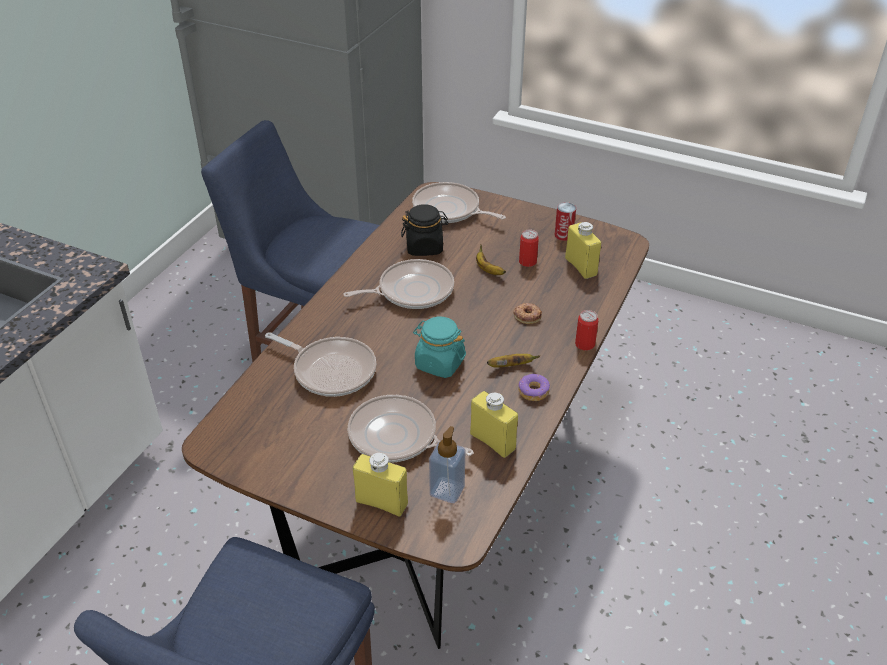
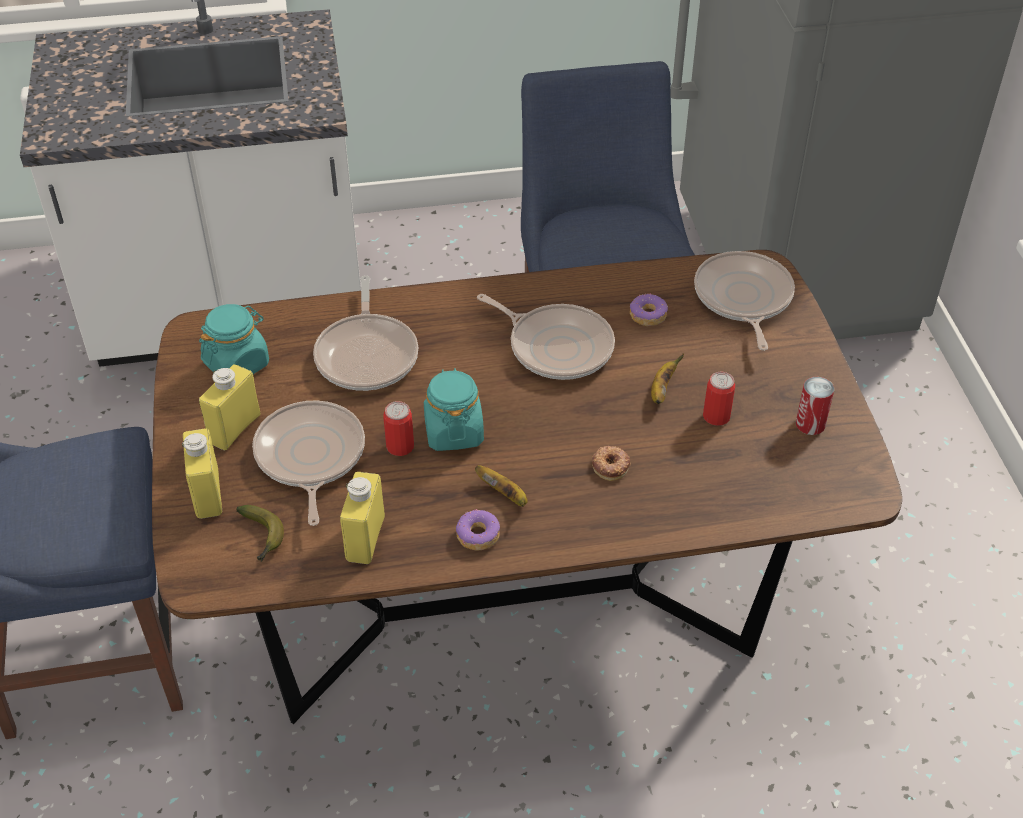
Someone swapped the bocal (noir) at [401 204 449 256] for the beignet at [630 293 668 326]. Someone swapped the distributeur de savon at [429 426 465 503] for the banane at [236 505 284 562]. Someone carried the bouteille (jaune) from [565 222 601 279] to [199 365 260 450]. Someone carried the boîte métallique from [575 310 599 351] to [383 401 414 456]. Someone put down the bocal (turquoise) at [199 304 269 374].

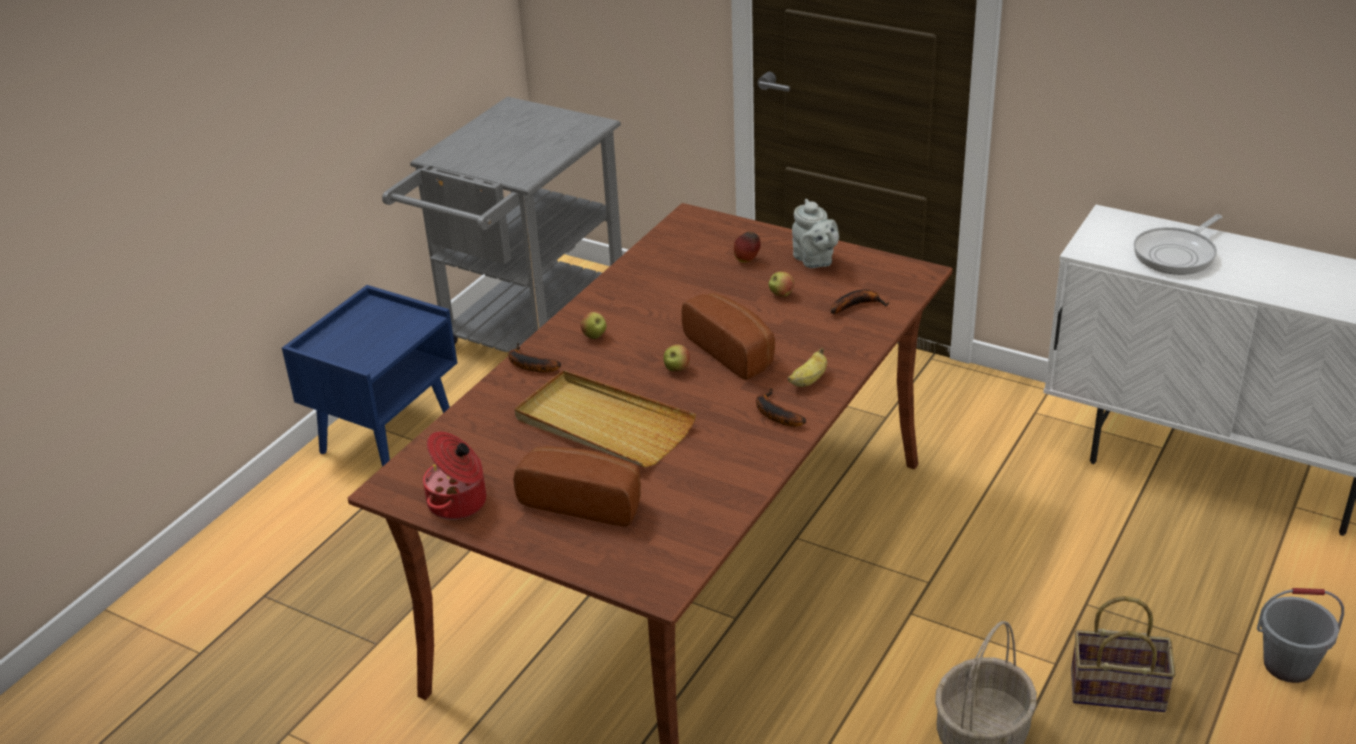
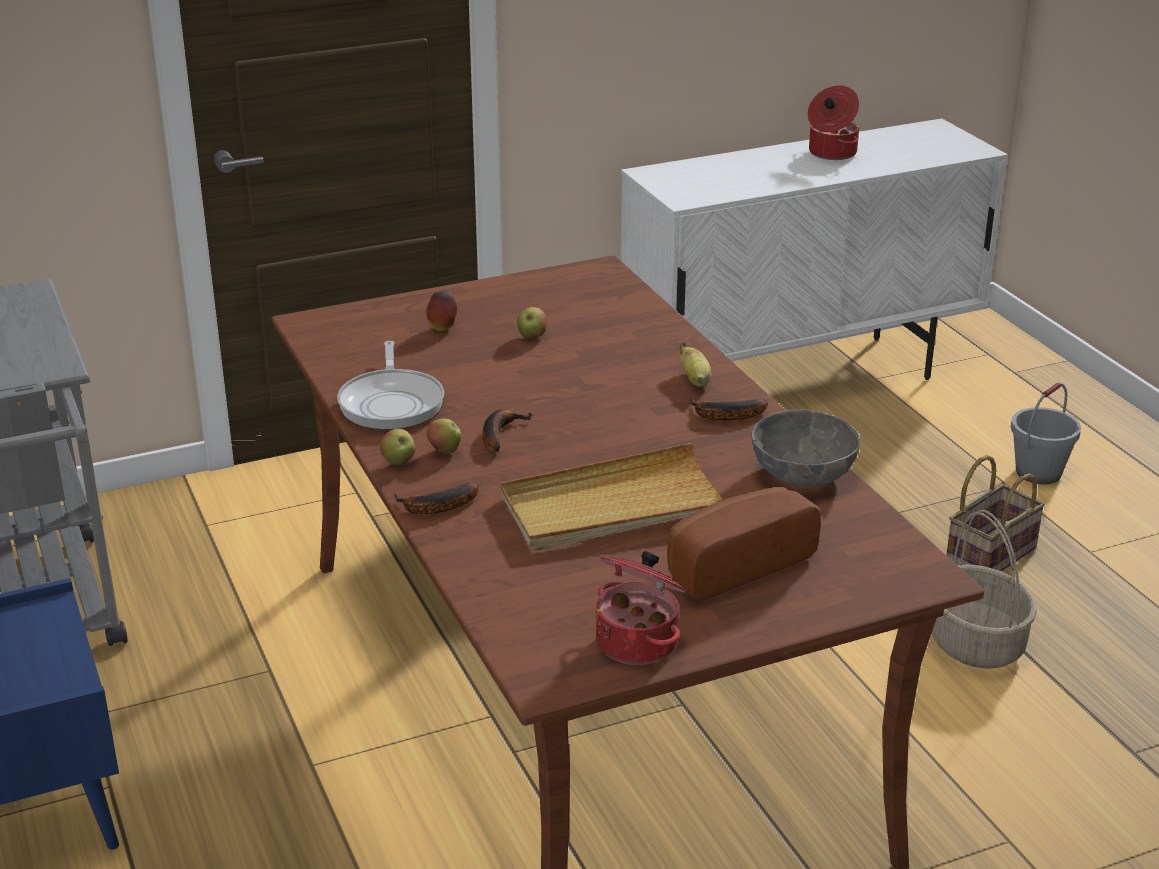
Someone carried the pomme from [663 344 690 372] to [380 429 415 466]. Someone took away the pain at [682 293 775 380]. Someone took away the théière (gris) at [792 199 839 268]. Someone carried the banane from [830 290 889 314] to [482 409 533 452]. Someone carried the poêle from [1133 214 1223 275] to [337 341 444 430]. Someone put down the bol (gris) at [751 410 860 487]. Someone put down the marmite at [808 85 859 160].

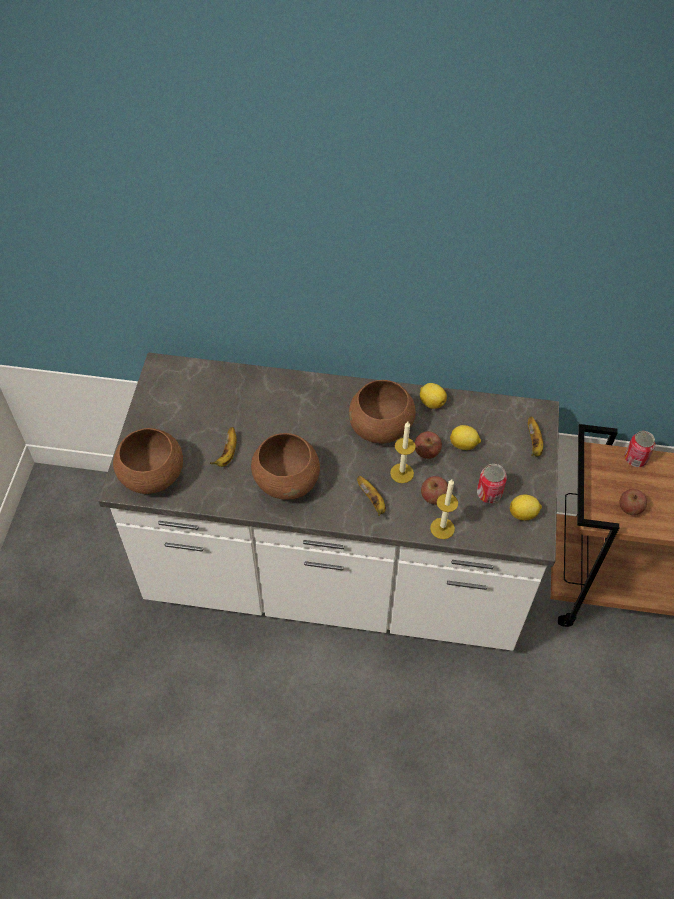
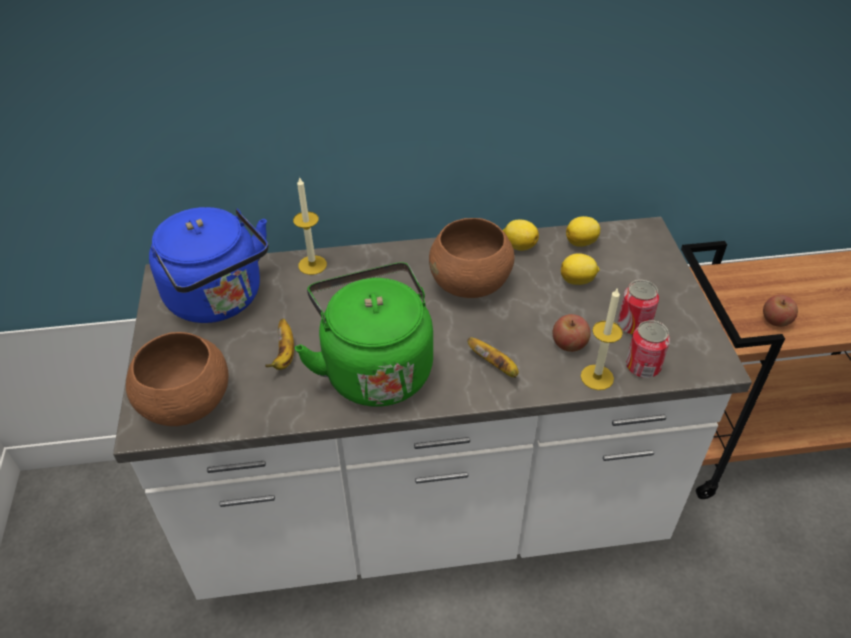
Someone swapped the bol (marron) at [251 433 320 500] for the bouilloire (vert) at [295 262 433 407]. Someone carried the bougie from [390 422 416 483] to [293 176 327 275]. Someone took away the pomme at [415 431 442 459]. Someone carried the citron from [510 495 542 520] to [566 216 601 247]. Someone took away the banane at [528 417 543 456]. Someone carried the boîte métallique from [625 431 655 467] to [626 320 670 378]. Someone put down the bouilloire (bleu) at [149 207 268 323].

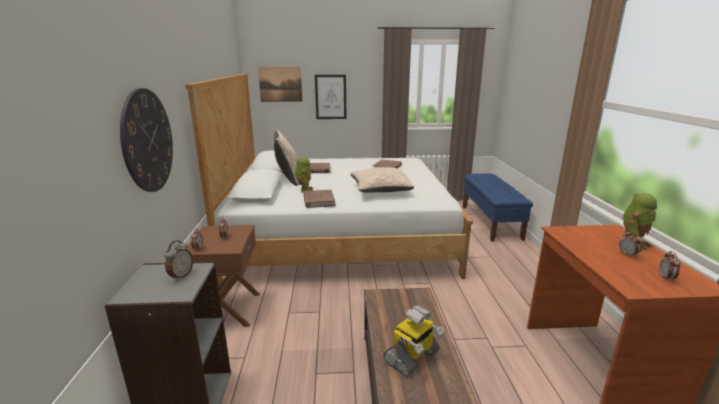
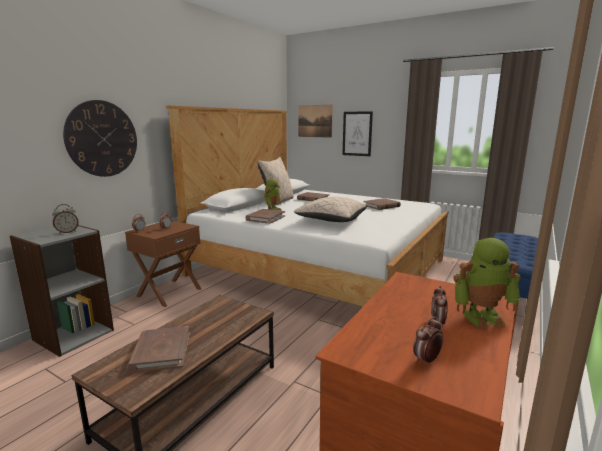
Someone swapped the robot jouet at [384 305 445 377] for the livre (marron) at [127 326 190 373].

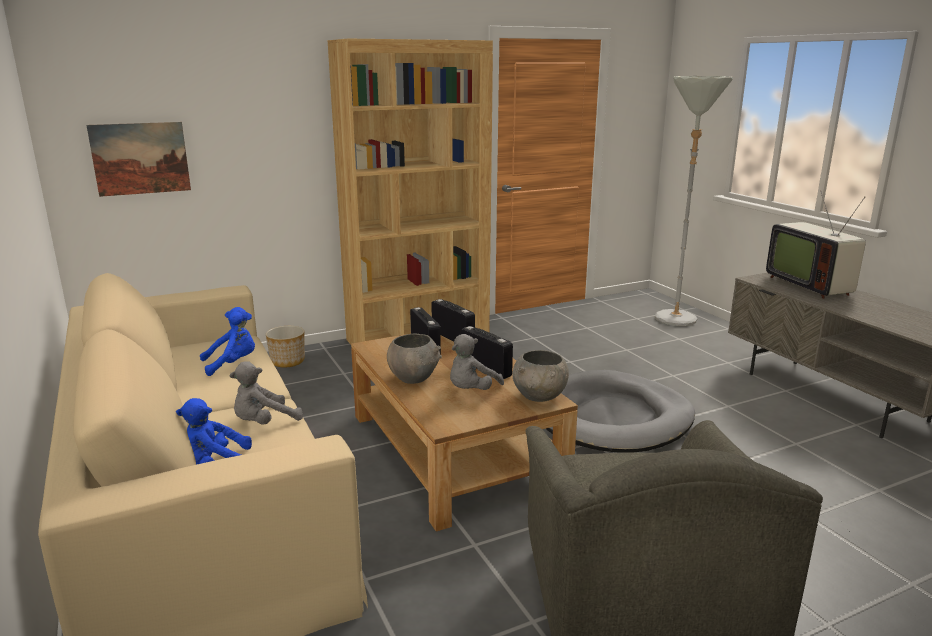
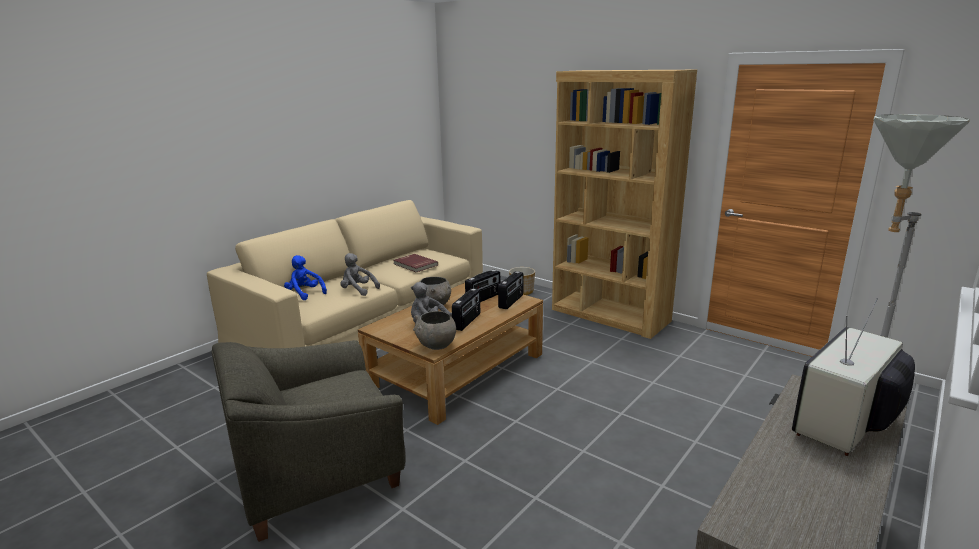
Someone took away the tableau at [86 122 191 197]. Someone swapped the peluche (bleu) at [200 307 255 376] for the livre (rouge) at [394 254 438 272]. Someone took away the panier pour chien (gris) at [546 370 695 453].

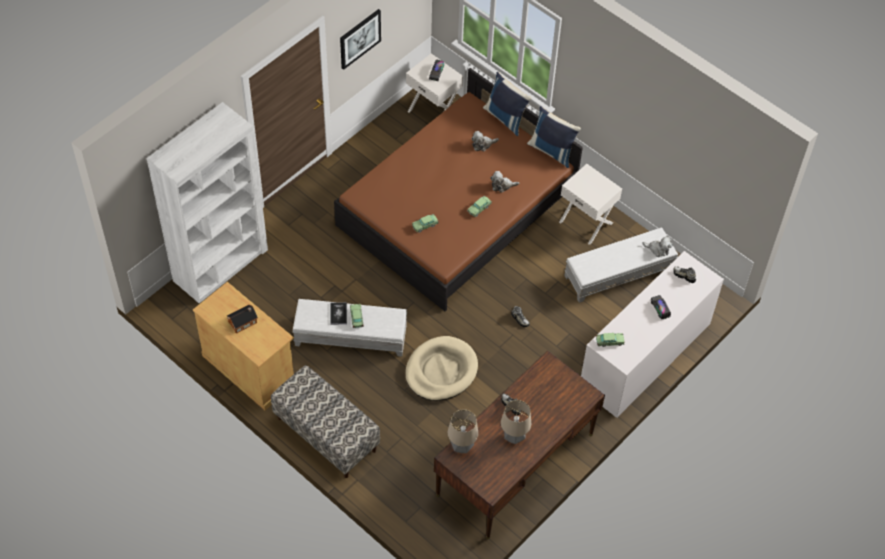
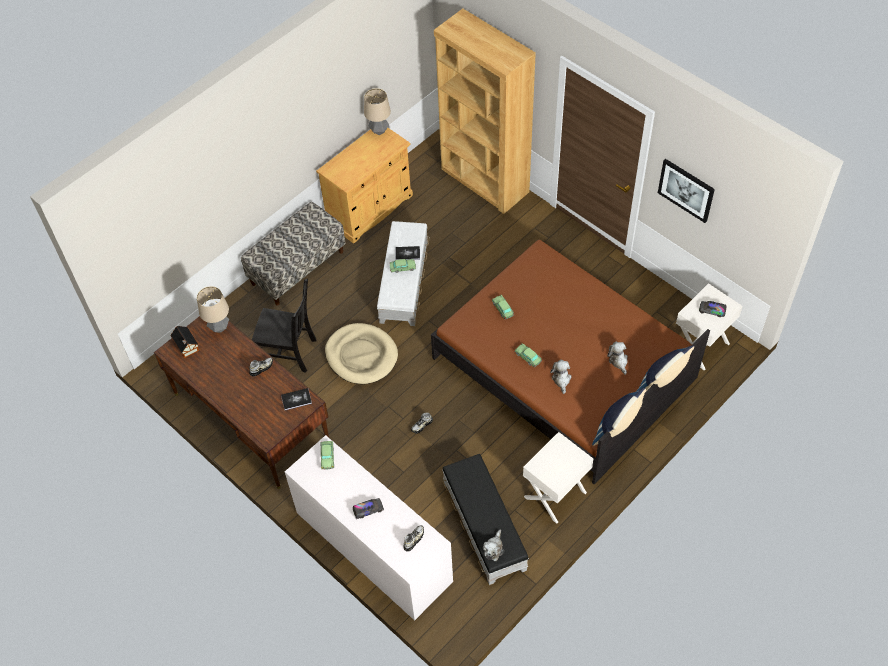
Someone repainted the bibliothèque (blanc) at [146 102 268 303], which became the bibliothèque (marron) at [434 9 536 214]. Someone carried the maison miniature from [227 305 258 334] to [170 326 199 358]. Someone carried the lampe de table from [501 400 531 444] to [364 88 391 135]. Someone repainted the pouf (blanc) at [565 227 678 303], which became the pouf (noir) at [442 454 529 585]. Someone put down the chaise (noir) at [252 279 316 373]. Someone put down the livre at [281 388 312 410].

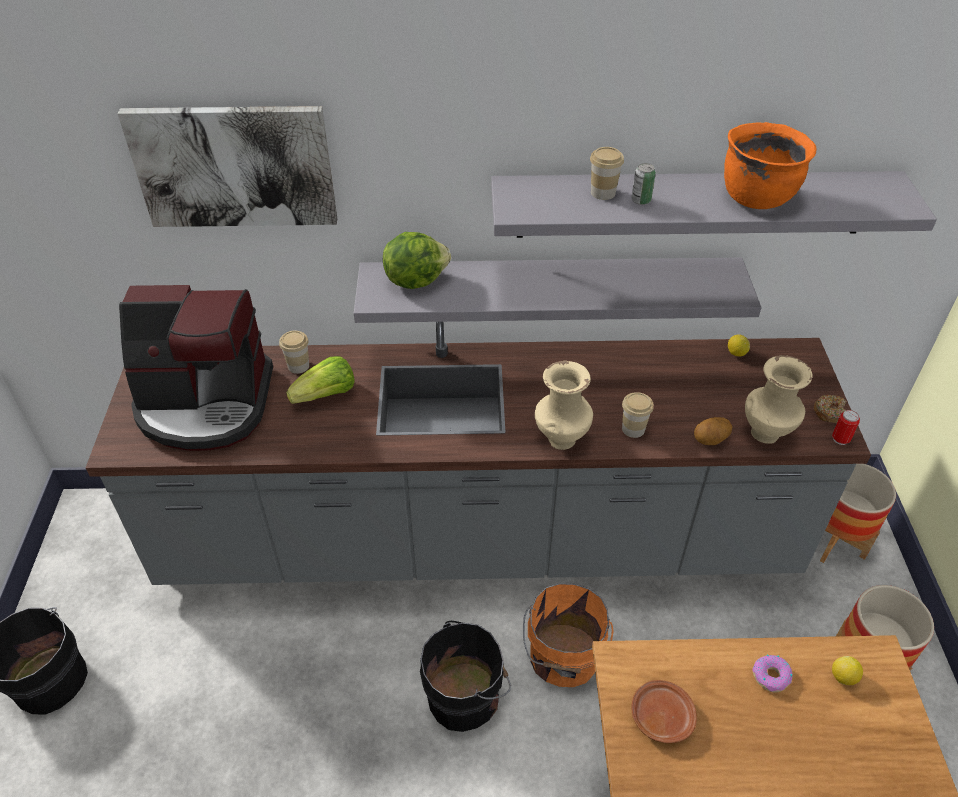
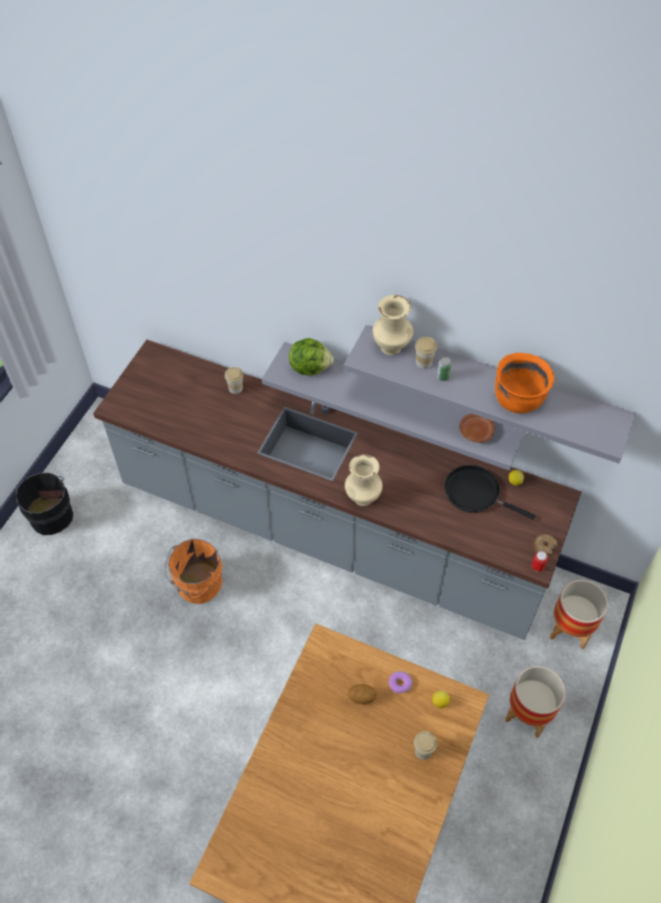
Someone took away the tableau at [118 106 337 227]. Someone took away the machine à café at [119 285 273 451]. Someone took away the laitue at [286 356 355 404]. Someone took away the seau (noir) at [420 621 511 732]. Someone carried the seau (orange) from [523 583 614 687] to [164 538 222 604]. Someone carried the tasse from [622 392 654 438] to [414 731 437 760]. Someone carried the assiette (marron) from [632 680 697 743] to [459 413 495 443]. Someone carried the pomme de terre from [694 417 733 445] to [348 684 377 705]. Someone carried the vase (beige) from [745 355 813 444] to [373 295 413 356]. Someone put down the poêle (noir) at [444 465 536 520].

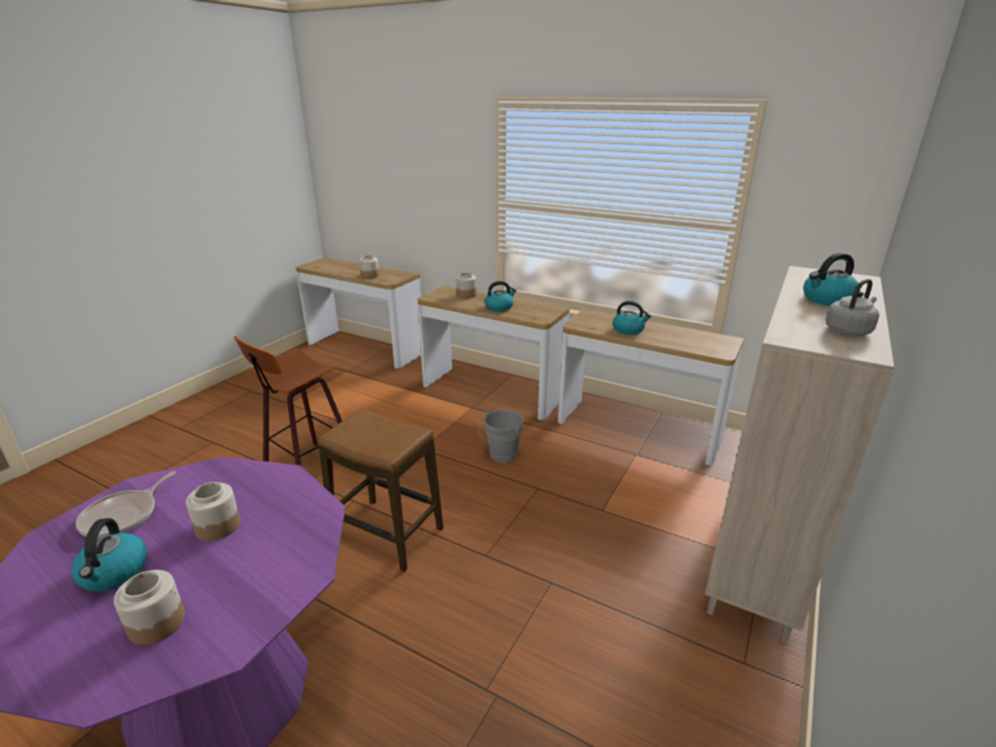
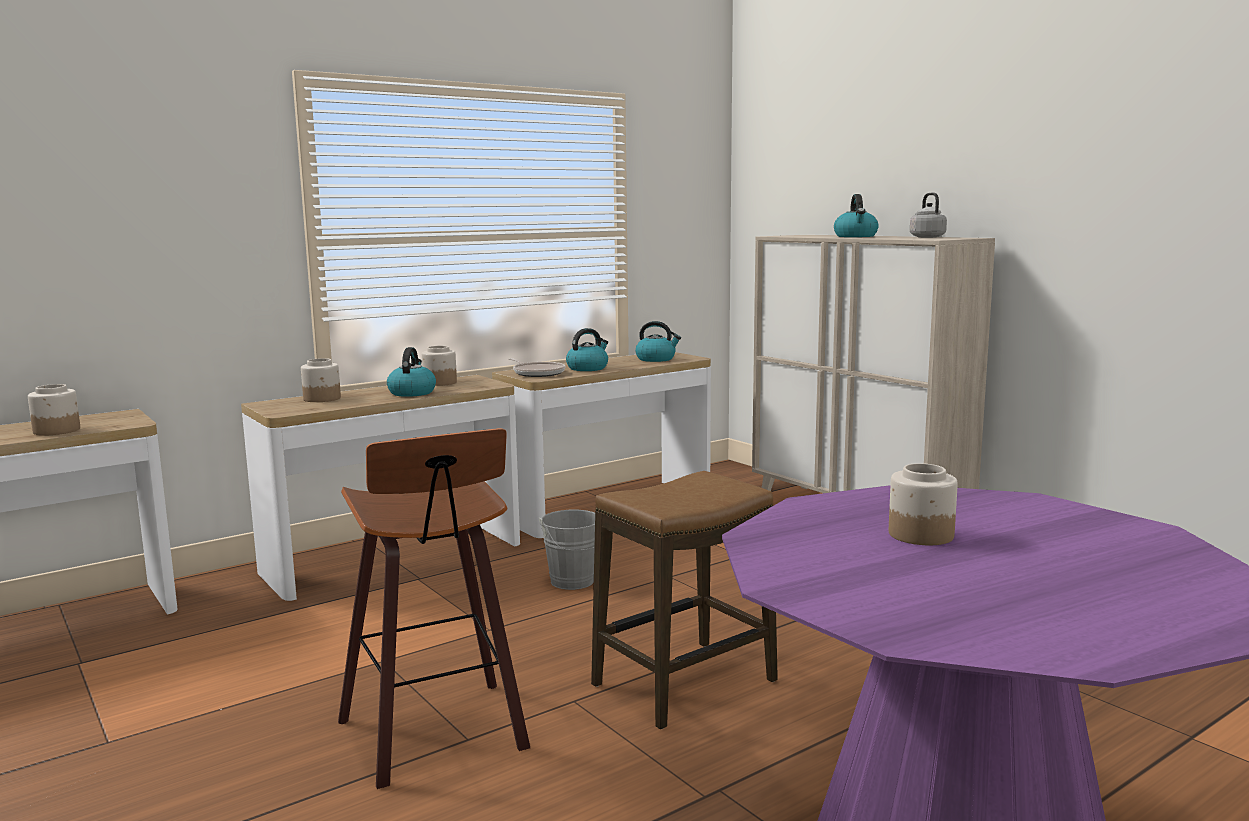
Someone carried the bouilloire from [71 518 147 591] to [635 321 681 362]. Someone carried the poêle from [76 471 176 539] to [508 358 565 377]. Someone carried the bocal from [114 570 185 645] to [422 346 457 386].

